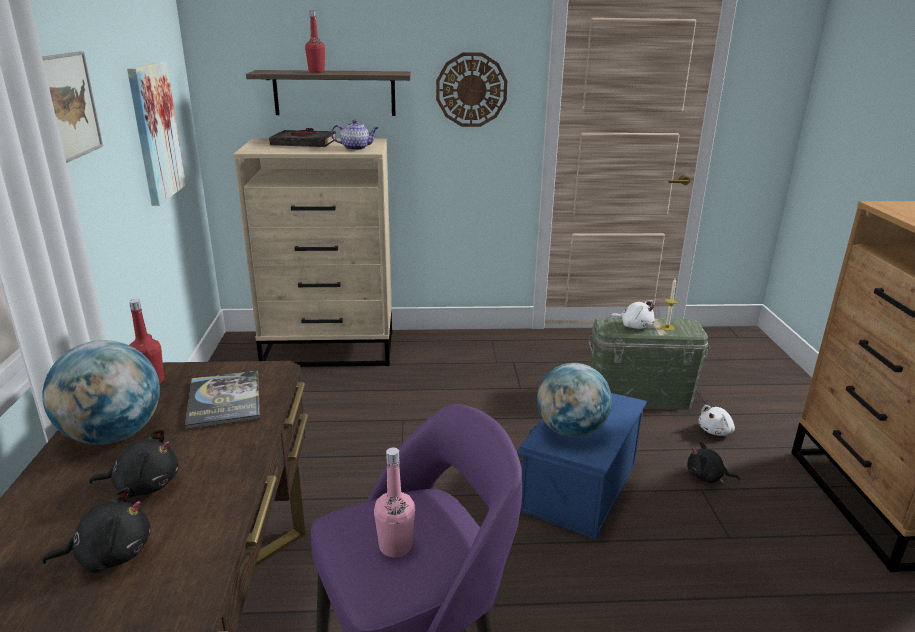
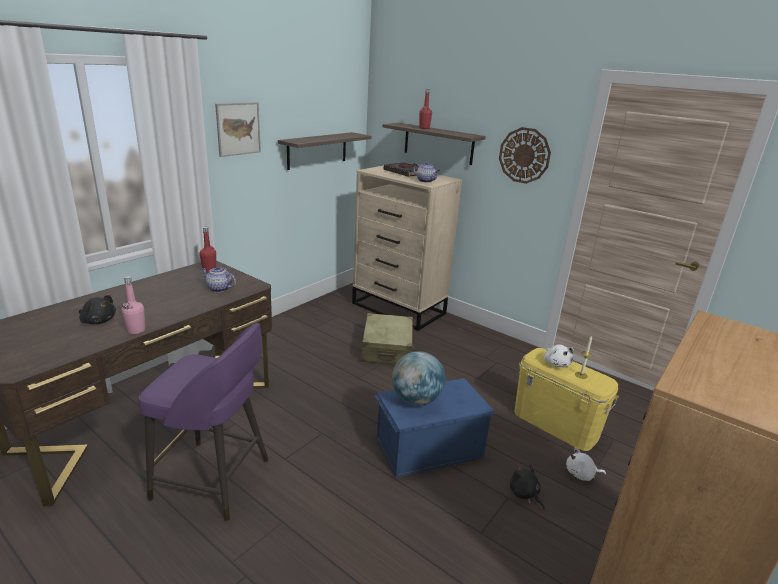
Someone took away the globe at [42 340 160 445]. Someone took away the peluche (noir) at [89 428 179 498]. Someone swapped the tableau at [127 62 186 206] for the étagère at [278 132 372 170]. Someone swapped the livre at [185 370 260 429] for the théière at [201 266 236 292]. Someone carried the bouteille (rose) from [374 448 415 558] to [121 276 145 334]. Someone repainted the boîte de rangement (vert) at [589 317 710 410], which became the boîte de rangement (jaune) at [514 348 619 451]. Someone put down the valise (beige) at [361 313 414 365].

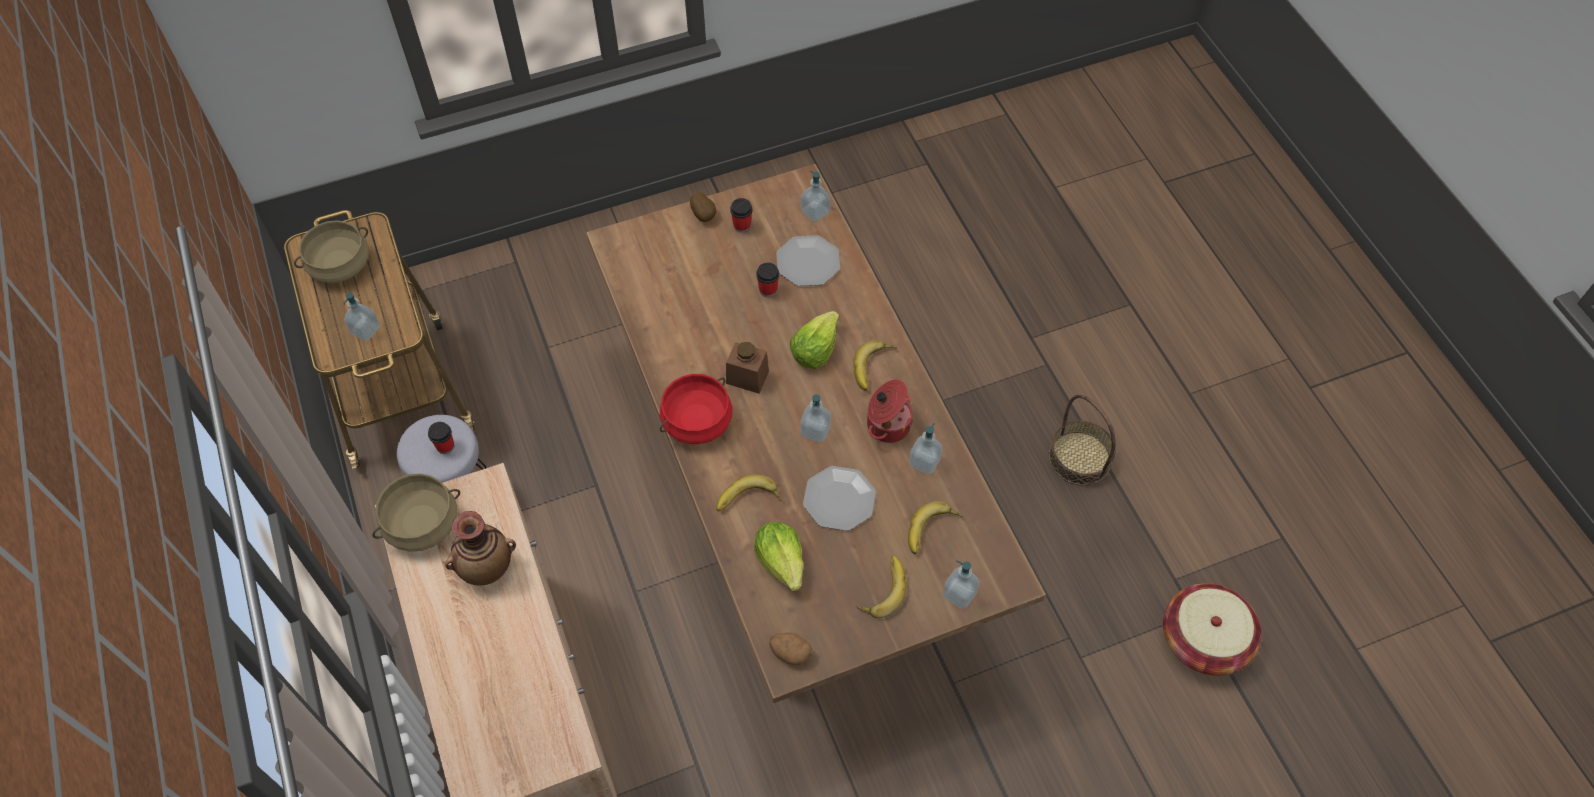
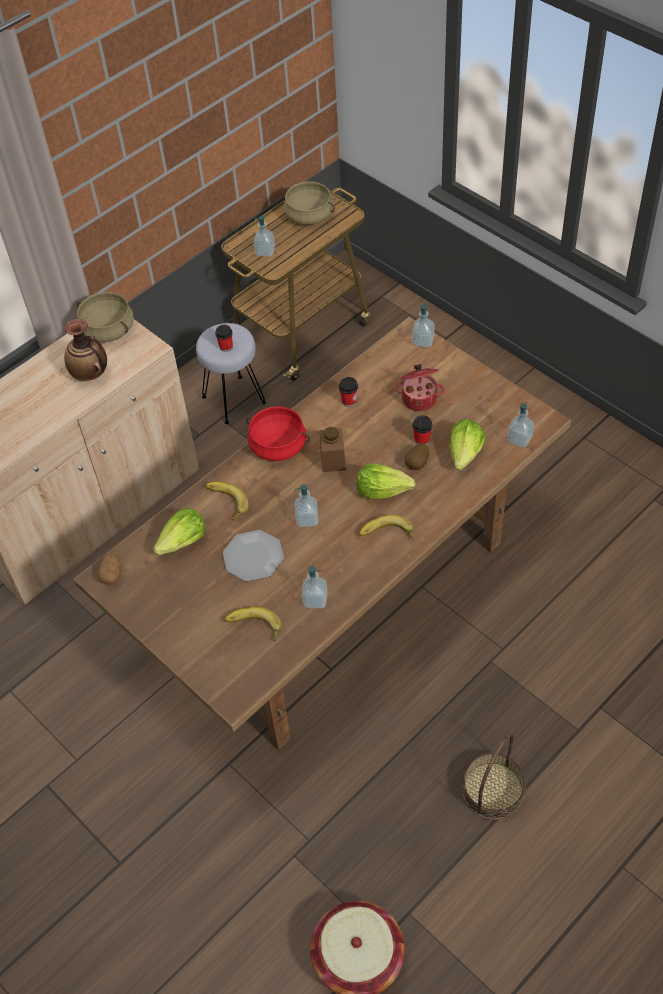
Someone carried the pomme de terre from [690 192 716 222] to [405 443 429 470]. Someone carried the tasse from [730 198 753 233] to [339 377 358 407]. Someone swapped the assiette at [776 235 840 286] for the laitue at [449 419 486 470]. Someone took away the banane at [857 555 906 618]. Someone carried the marmite from [867 380 913 443] to [395 364 445 411]. Someone carried the distributeur de savon from [943 560 980 609] to [412 303 435 347].

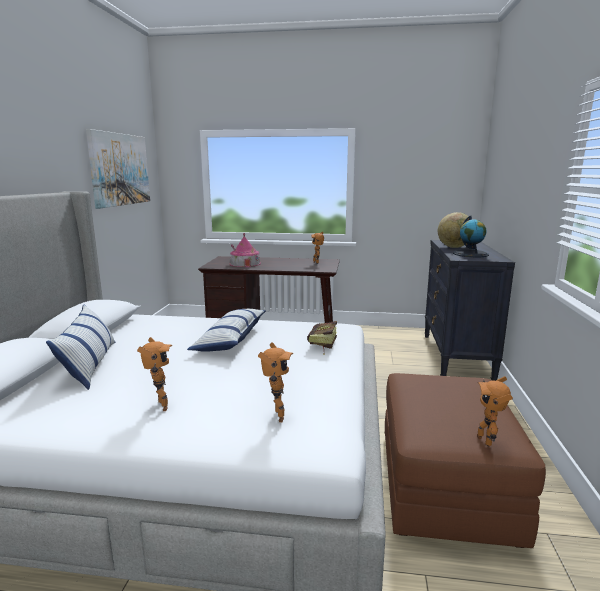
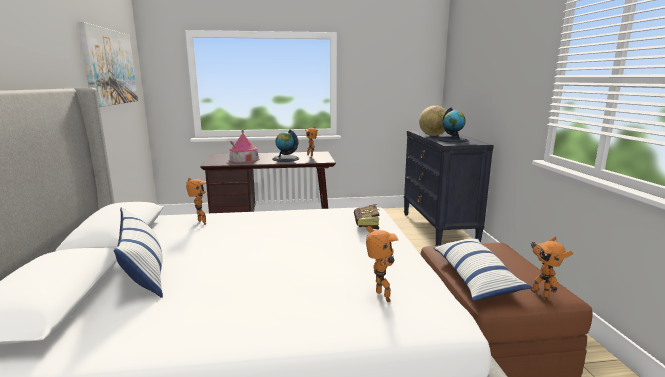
Someone carried the robot jouet from [137 337 172 411] to [186 178 207 225]. Someone carried the coussin from [187 309 266 352] to [433 238 533 301]. Someone put down the globe at [272 129 299 162].

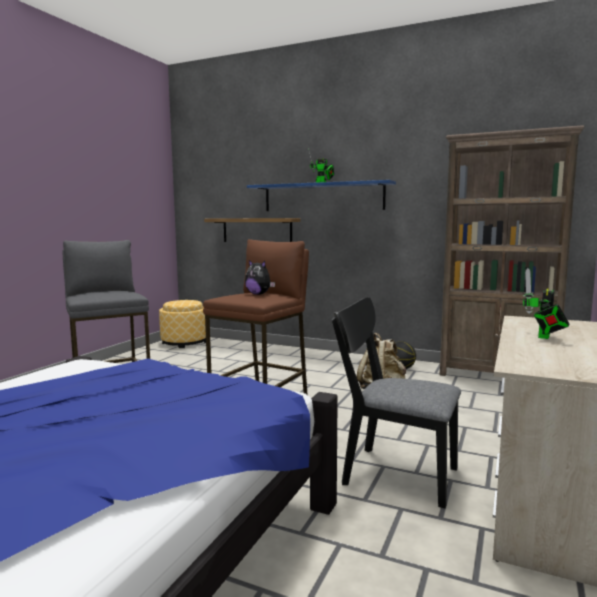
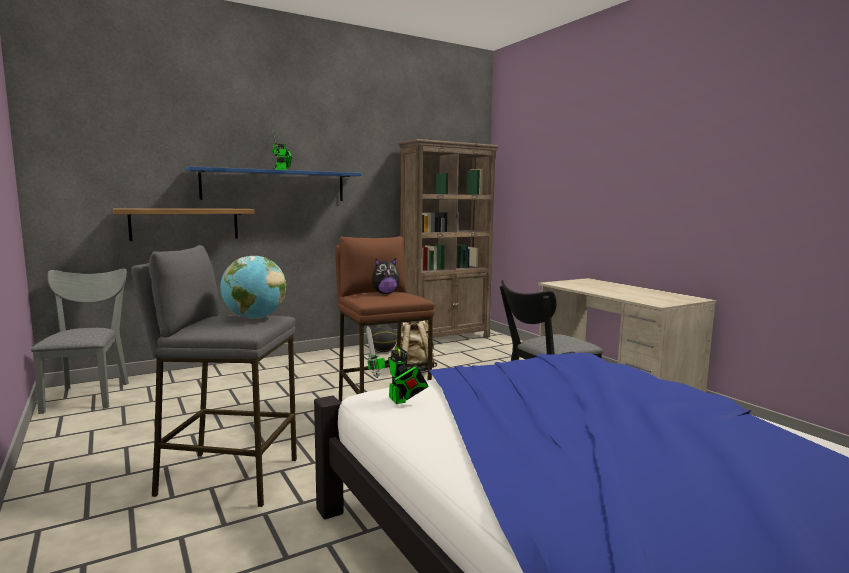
Someone swapped the pouf at [159 300 206 348] for the chaise (gris) at [31 268 129 414]. Someone carried the robot jouet from [523 268 569 339] to [366 326 428 404]. Someone put down the globe at [220 256 286 319].

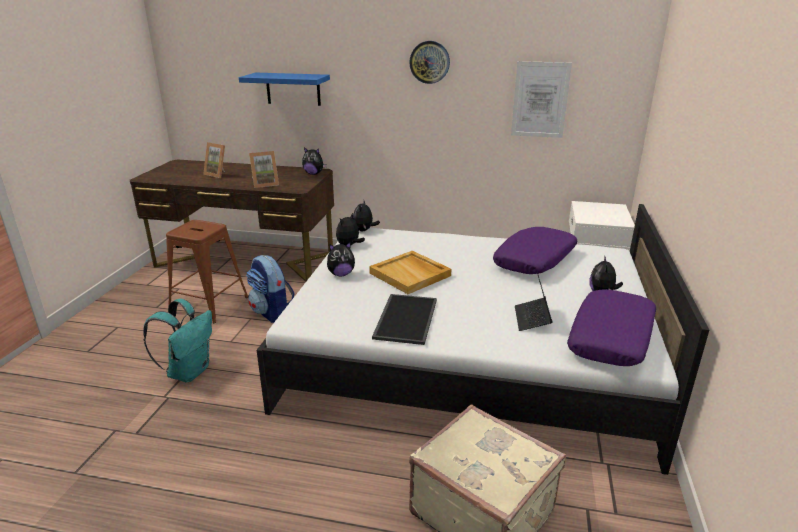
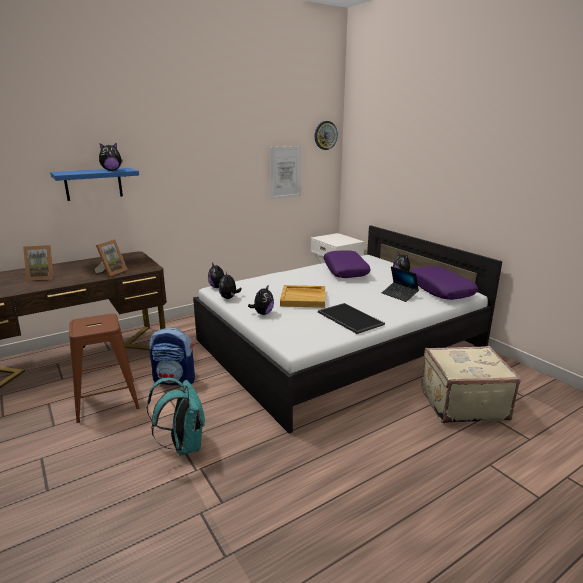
Someone carried the peluche from [302 147 327 175] to [99 143 122 171]. Someone carried the horloge murale from [409 41 450 84] to [315 121 338 150].

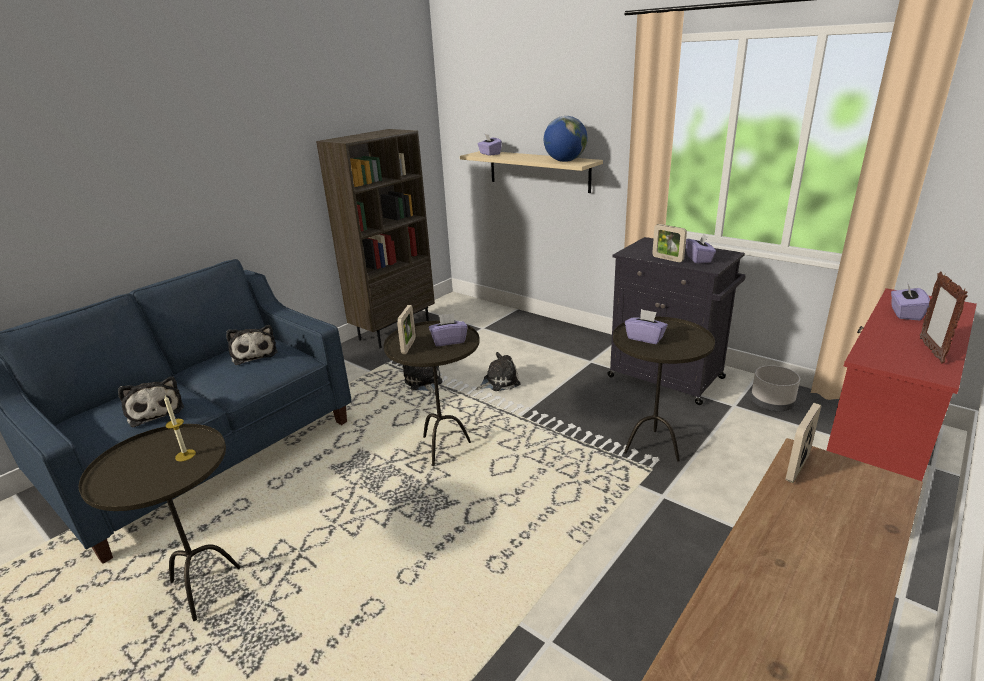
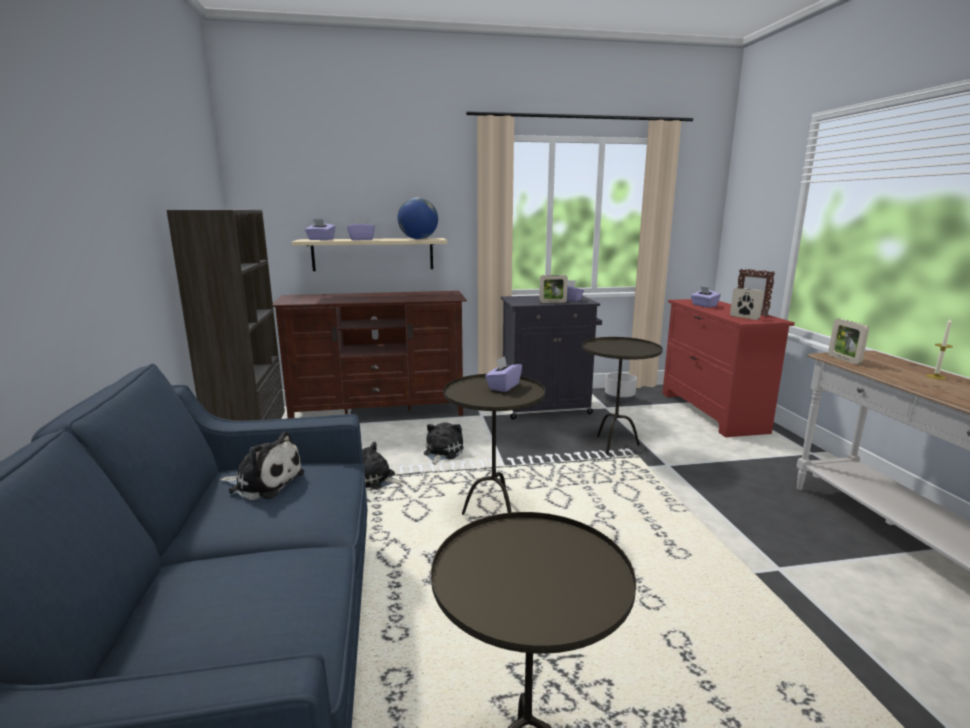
Someone took away the peluche at [118 376 184 427]. Someone carried the bougie from [164 395 196 461] to [926 318 953 380]. Someone carried the cadre photo from [397 305 416 354] to [730 288 764 320]. Someone carried the boîte à mouchoirs (violet) from [625 309 668 344] to [347 219 375 240]. Someone put down the meuble télé (marron) at [273 291 467 418].

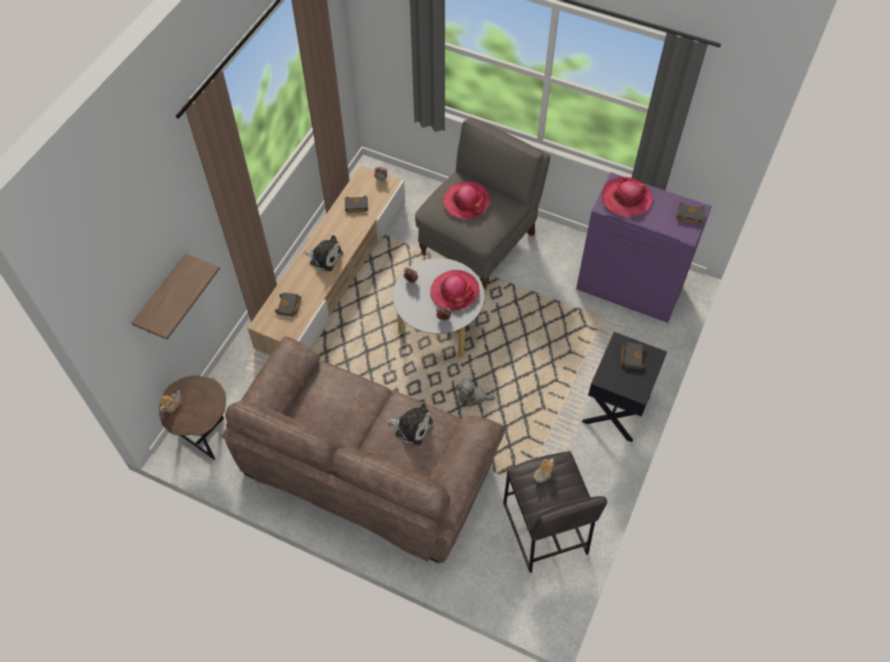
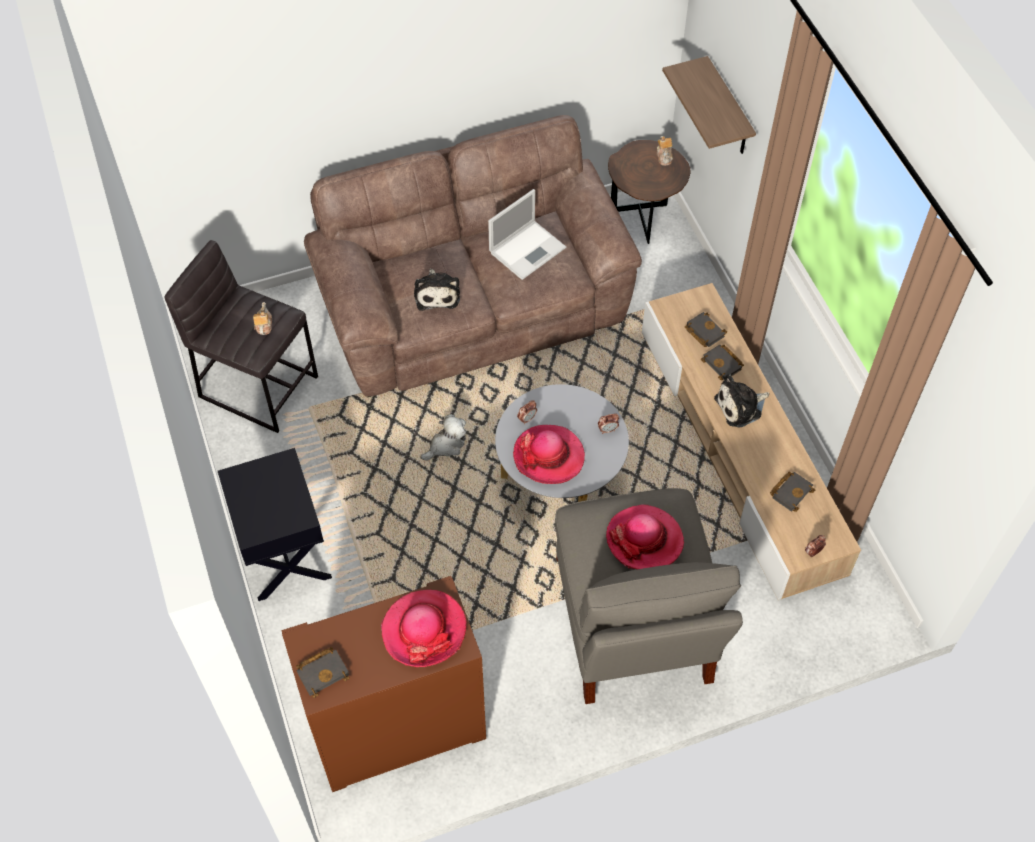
Someone rotated the peluche at [386 403 433 445] by 75 degrees counterclockwise. Someone repainted the meuble de rangement (violet) at [576 172 712 323], which became the meuble de rangement (marron) at [281 576 486 792]. Someone carried the livre (noir) from [620 342 646 369] to [701 345 744 381]. Someone put down the ordinateur portable at [488 189 566 280].

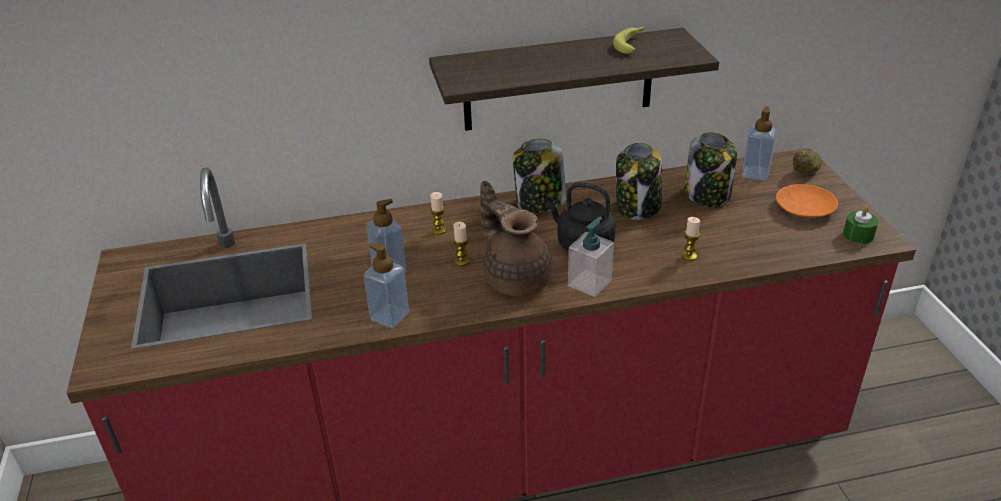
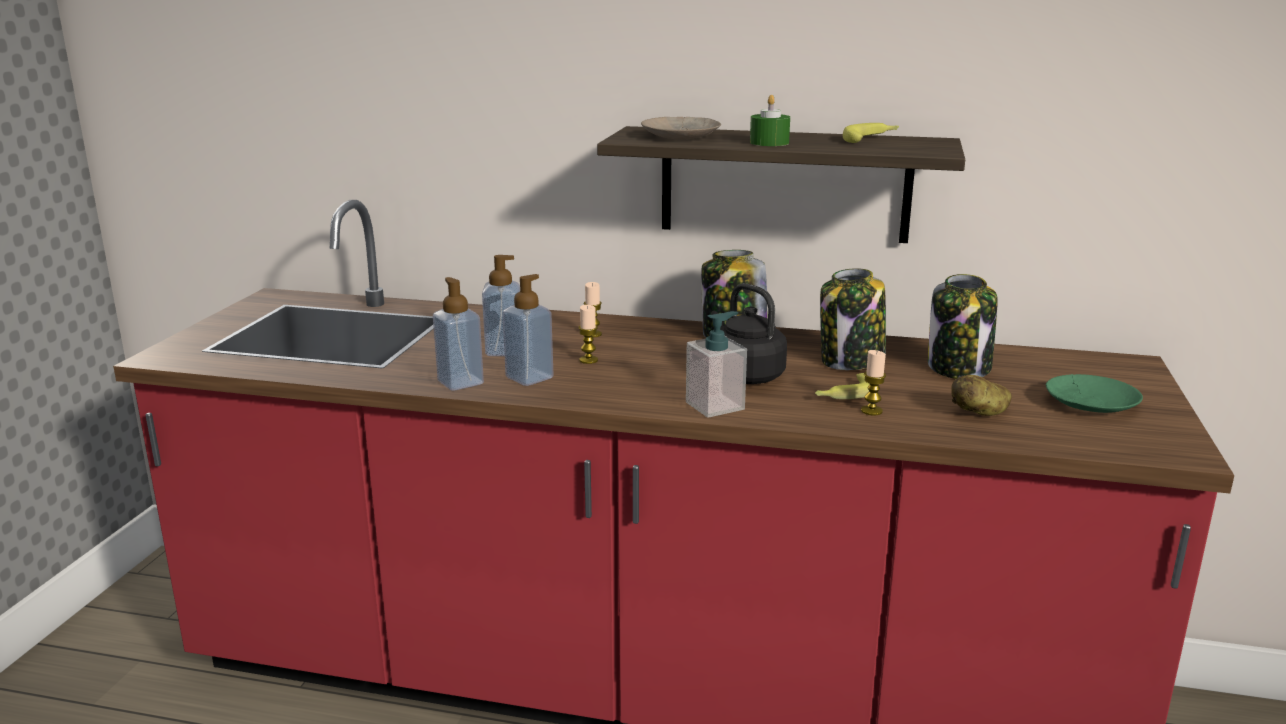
Someone took away the théière (marron) at [480 181 553 296]. Someone carried the distributeur de savon from [742 106 777 180] to [502 274 554 386]. Someone repainted the assiette (orange) at [776 184 838 218], which became the assiette (vert) at [1046 374 1143 413]. Someone carried the pomme de terre from [793 151 821 174] to [951 375 1012 416]. Someone carried the bougie (vert) from [843 205 878 244] to [750 95 790 146]. Someone put down the assiette (beige) at [641 117 721 139]. Someone put down the banane at [815 373 870 399].

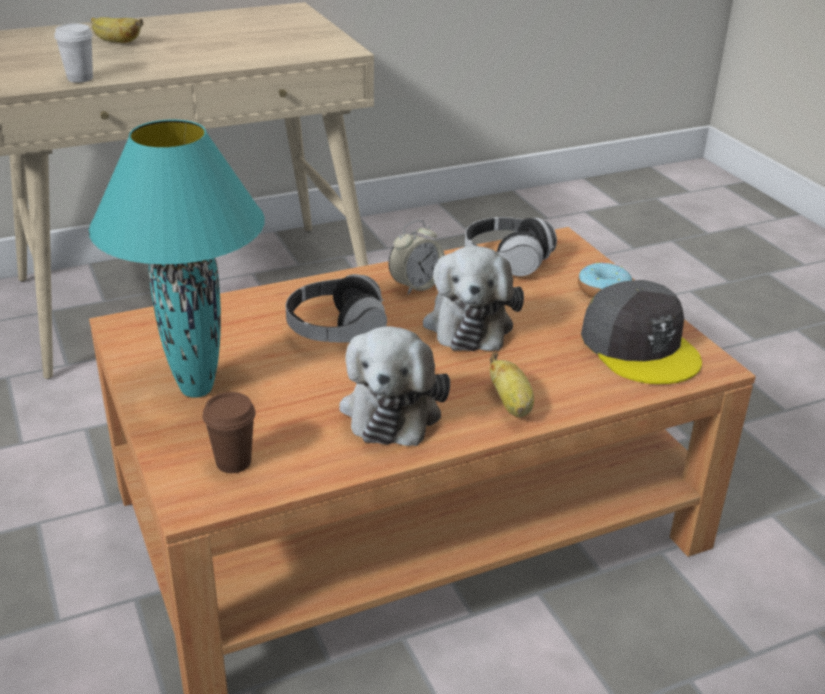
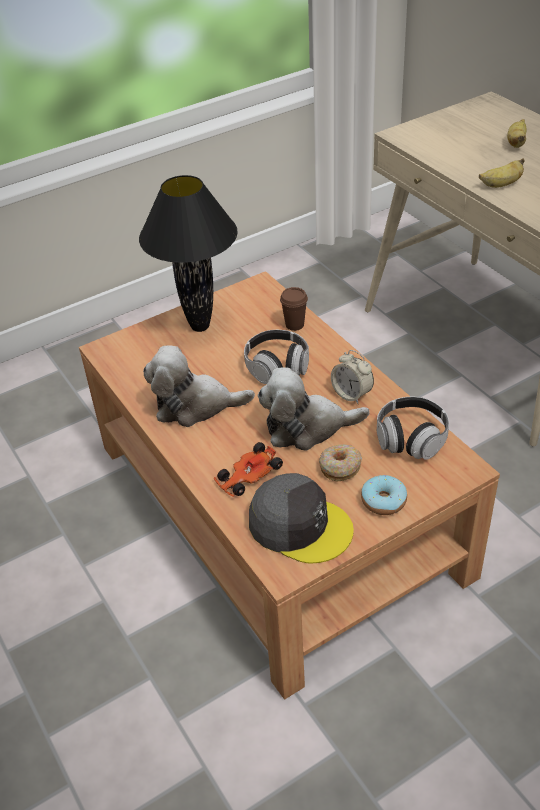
Someone took away the tasse (blanc) at [54 23 93 83]. Someone repainted the lampe de table (turquoise) at [89 119 265 398], which became the lampe de table (noir) at [139 175 238 332]. Someone carried the tasse (marron) from [203 392 256 473] to [280 287 308 331]. Someone carried the banane from [490 352 534 417] to [479 158 525 188]. Someone rotated the casquette (gris) at [581 280 702 384] by 120 degrees counterclockwise. Someone put down the petite voiture at [214 442 283 497]. Someone put down the beignet at [319 444 362 481].

